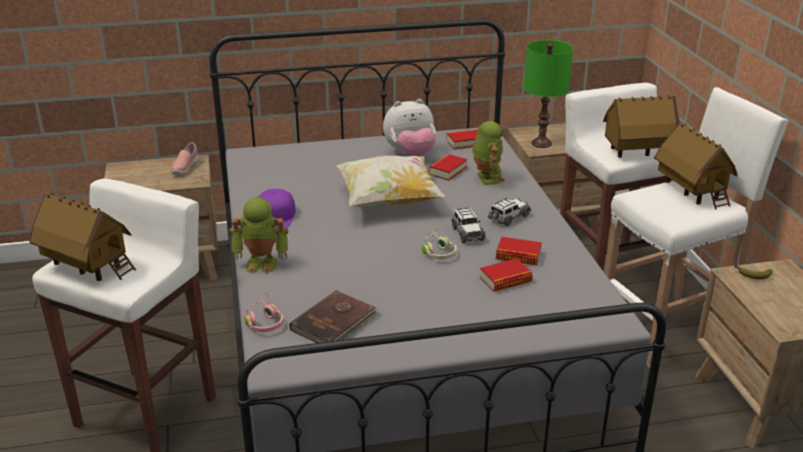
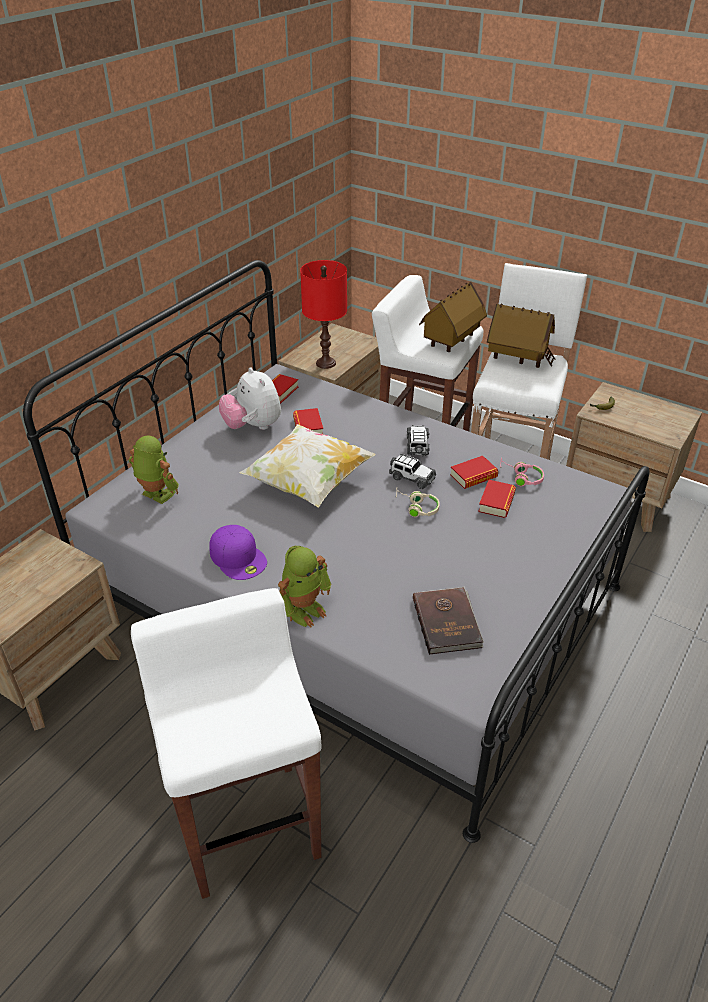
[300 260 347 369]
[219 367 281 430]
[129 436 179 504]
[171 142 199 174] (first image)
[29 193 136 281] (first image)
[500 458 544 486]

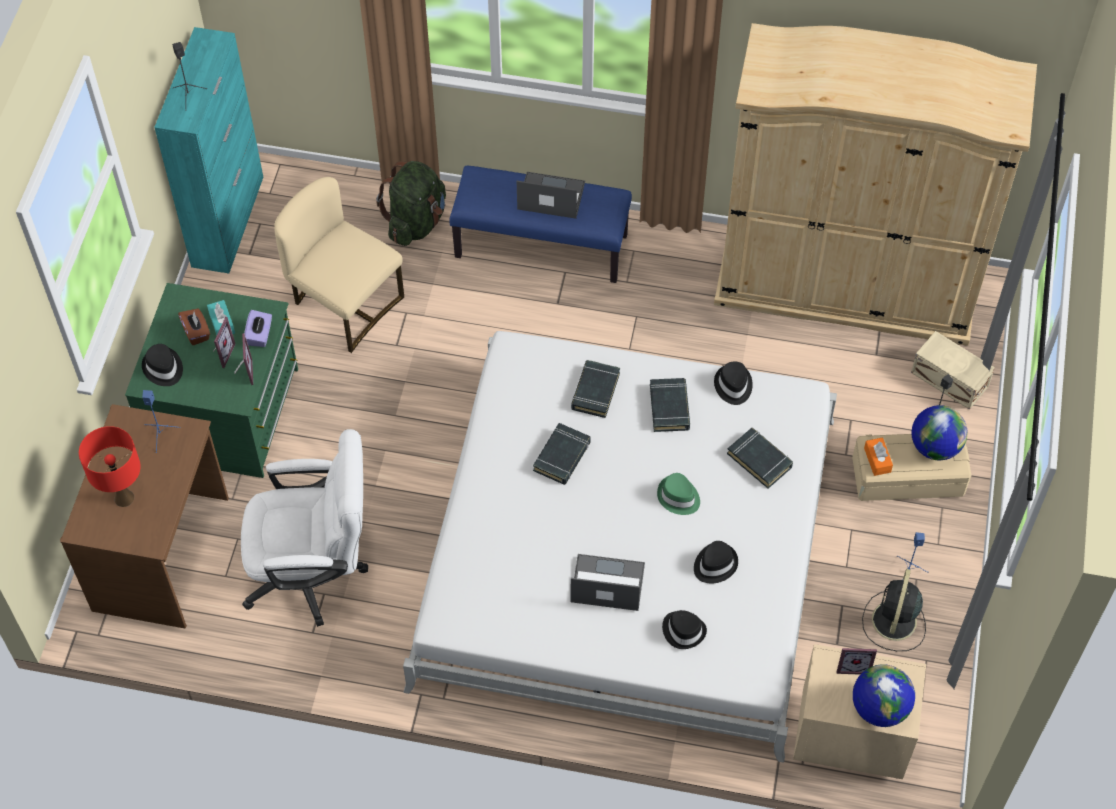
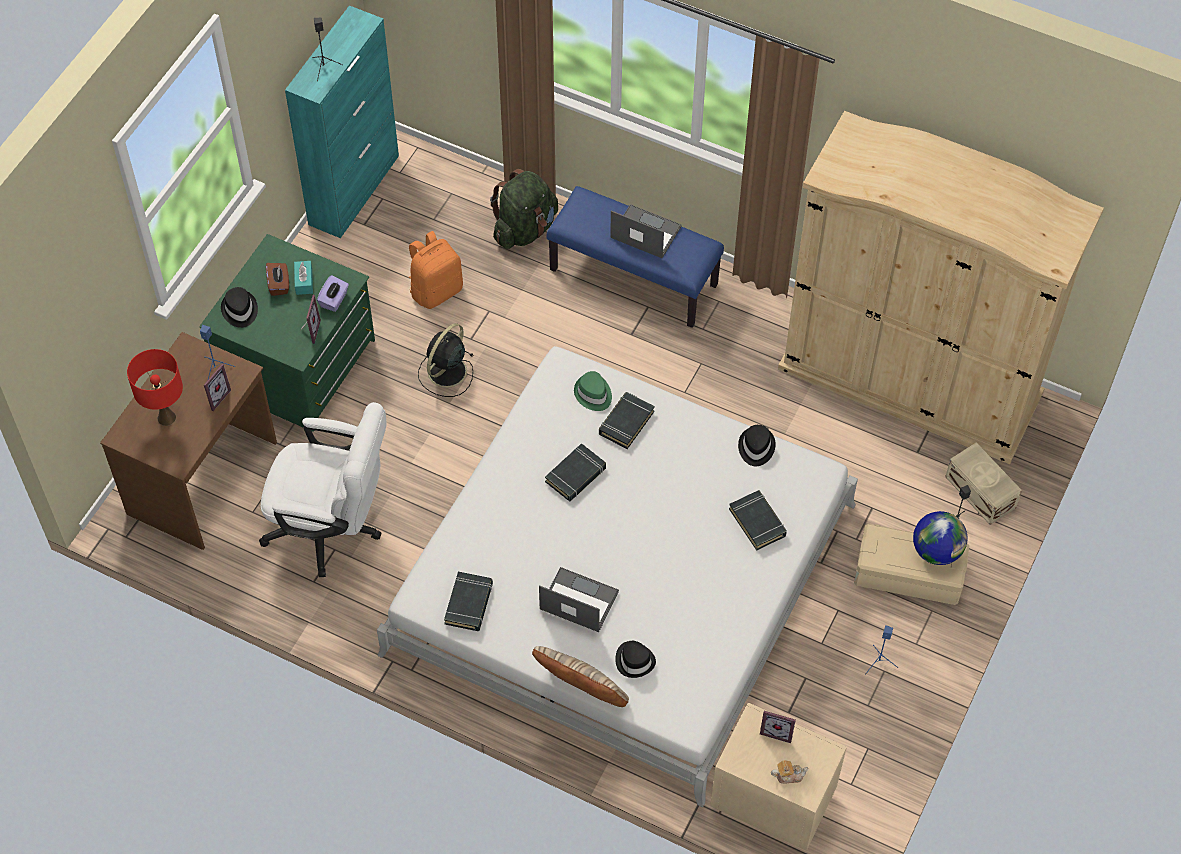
[409 231 463 309]
[204 364 231 411]
[444 572 493 631]
[864 437 893 476] (first image)
[574 371 612 411]
[694 541 738 583] (first image)
[418 323 473 397]
[771 760 809 784]
[532 646 629 707]

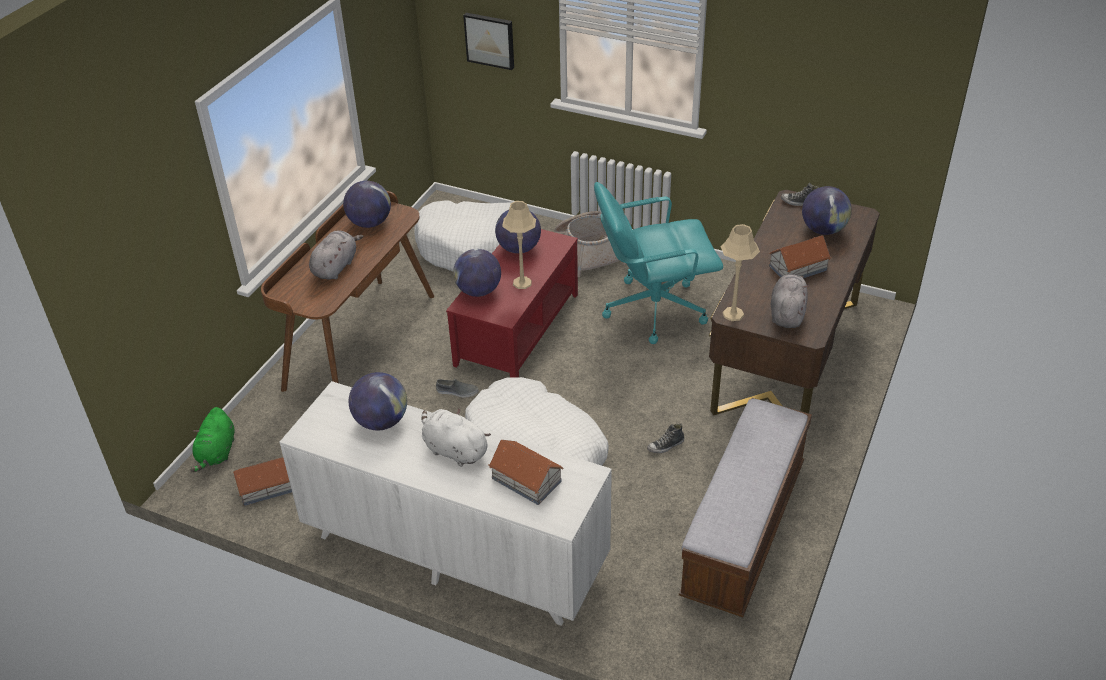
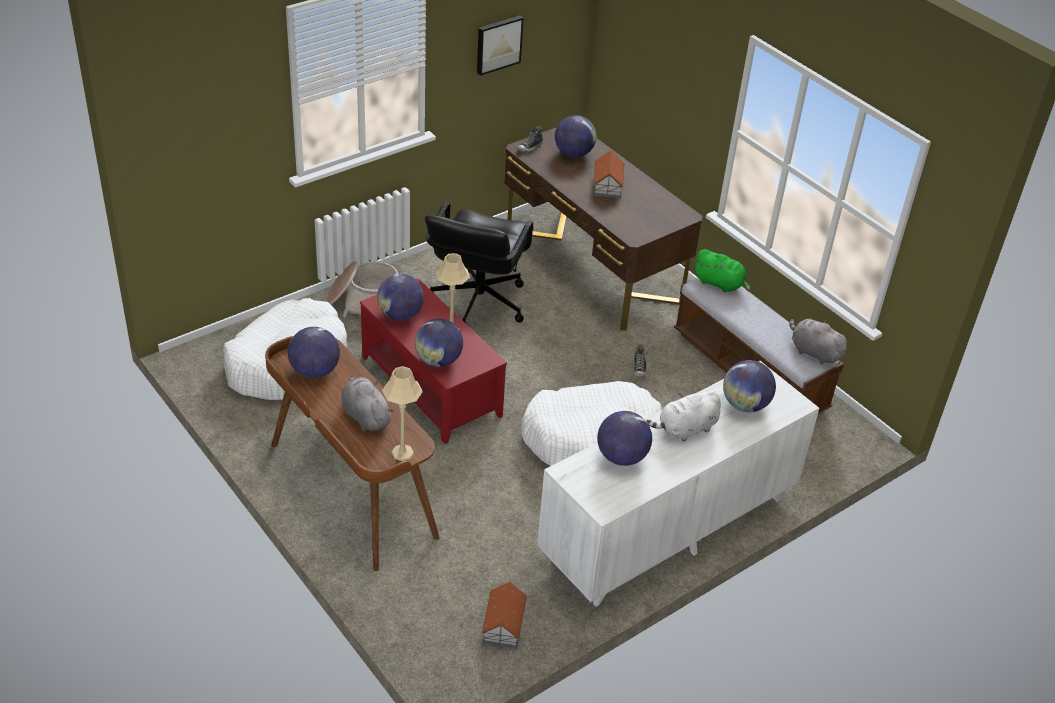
[477 15 523 76]
[425 202 534 323]
[382 366 423 461]
[789 319 850 365]
[436 379 479 398] (first image)
[694 249 751 293]
[723 360 776 412]

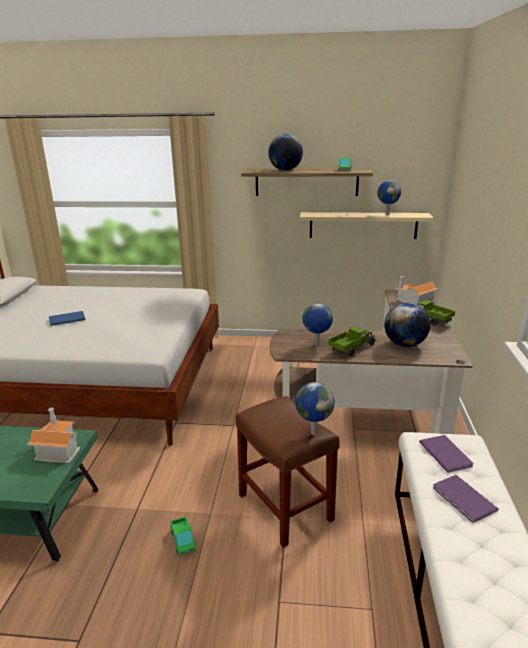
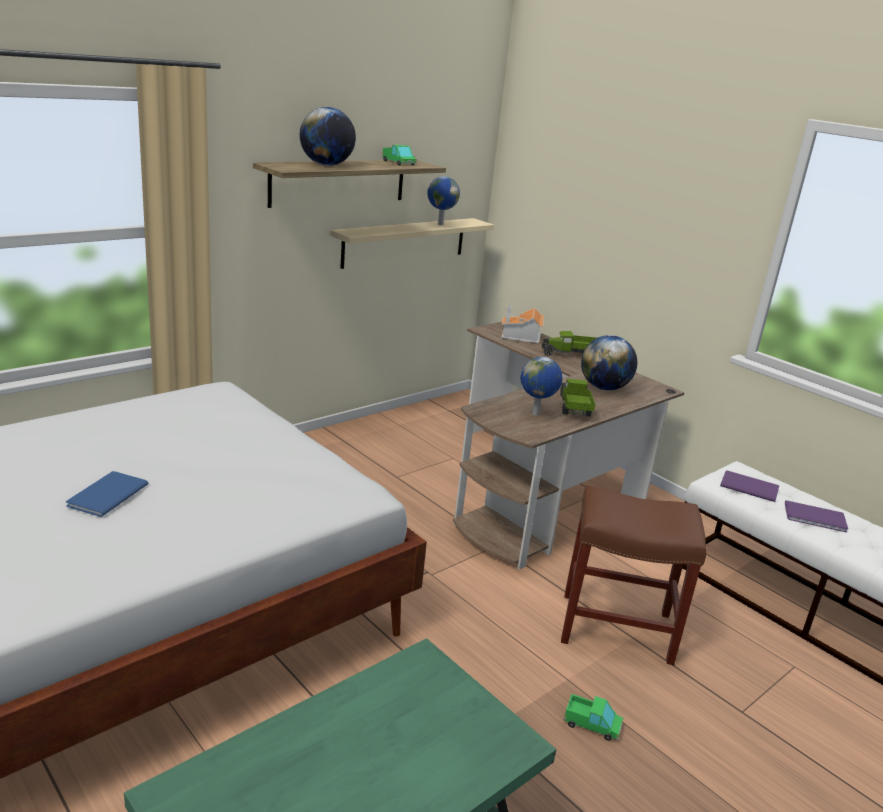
[295 382 335 435] (first image)
[27 408 80 463] (first image)

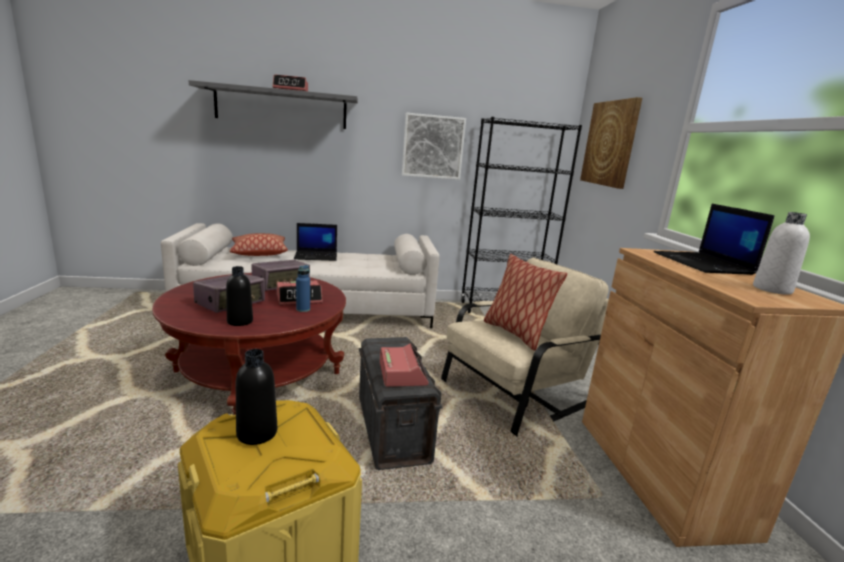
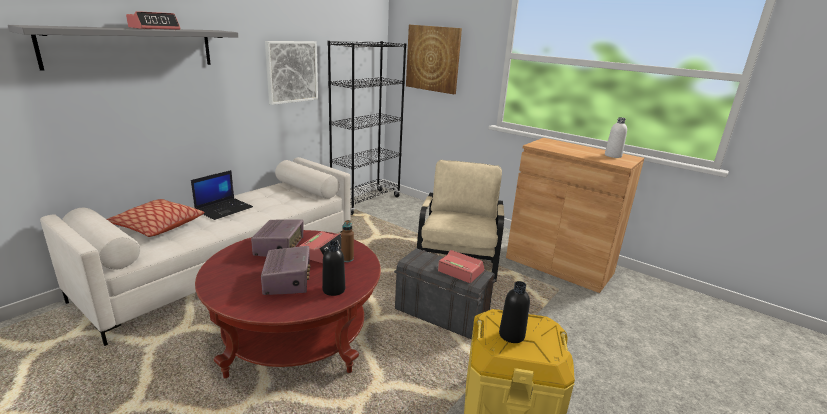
[654 204 774 275] (first image)
[484 254 567 351] (first image)
[341 220 354 262]

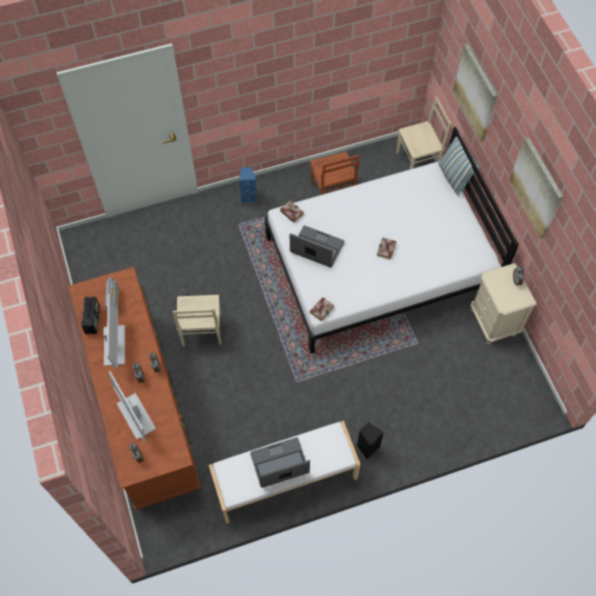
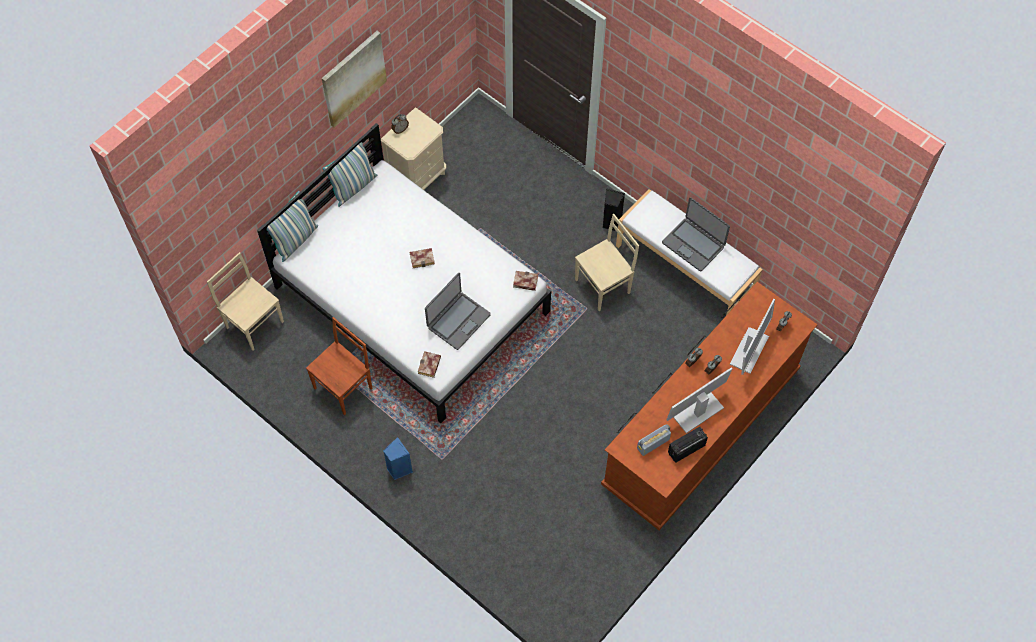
[453 43 497 141] (first image)
[425 273 491 350]
[575 214 639 311]
[322 142 377 207]

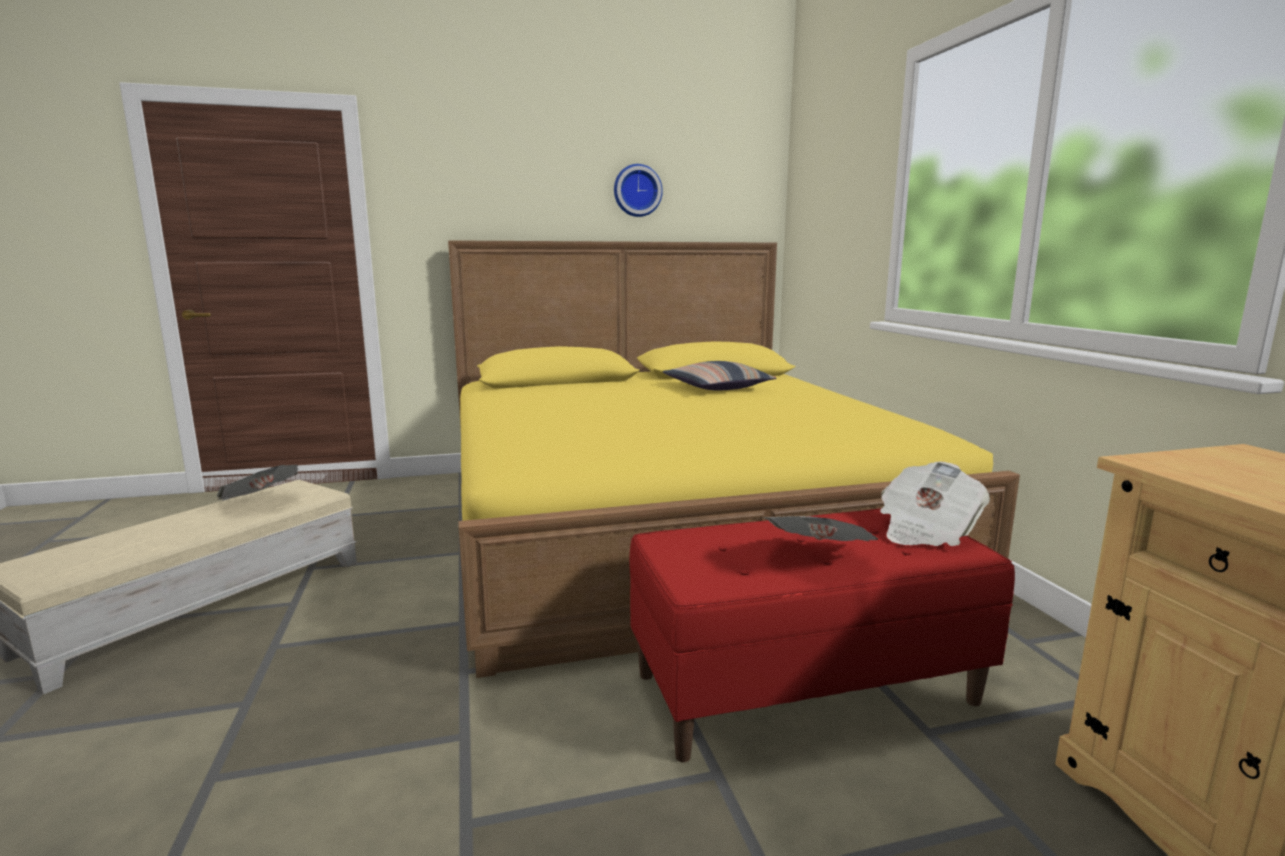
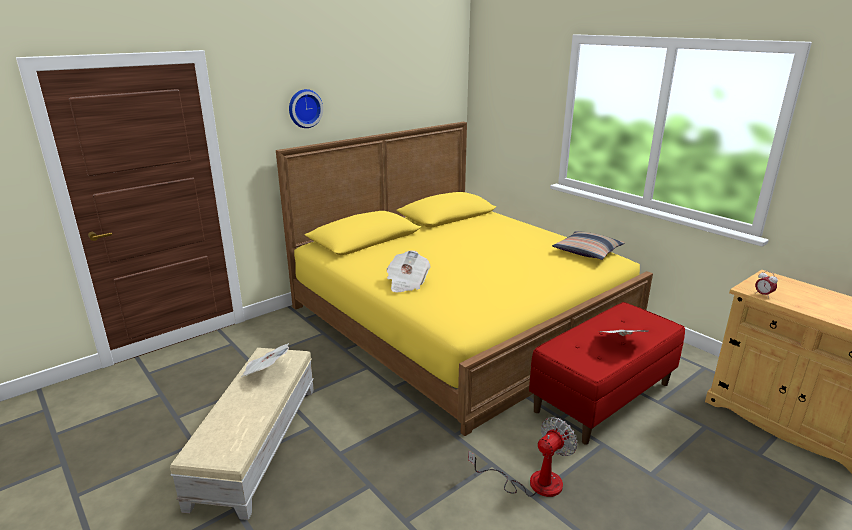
[289 89 323 128]
[552 231 625 260]
[386 250 430 292]
[755 271 778 295]
[468 417 577 497]

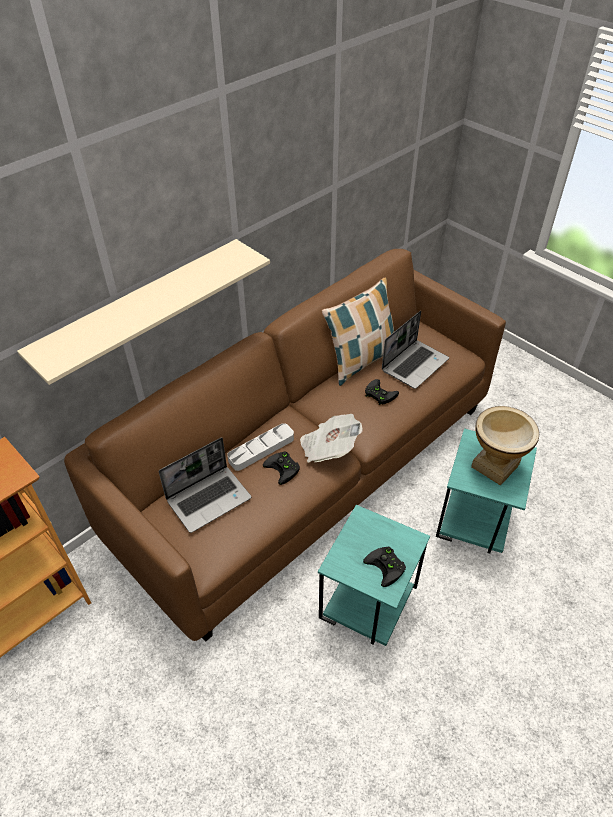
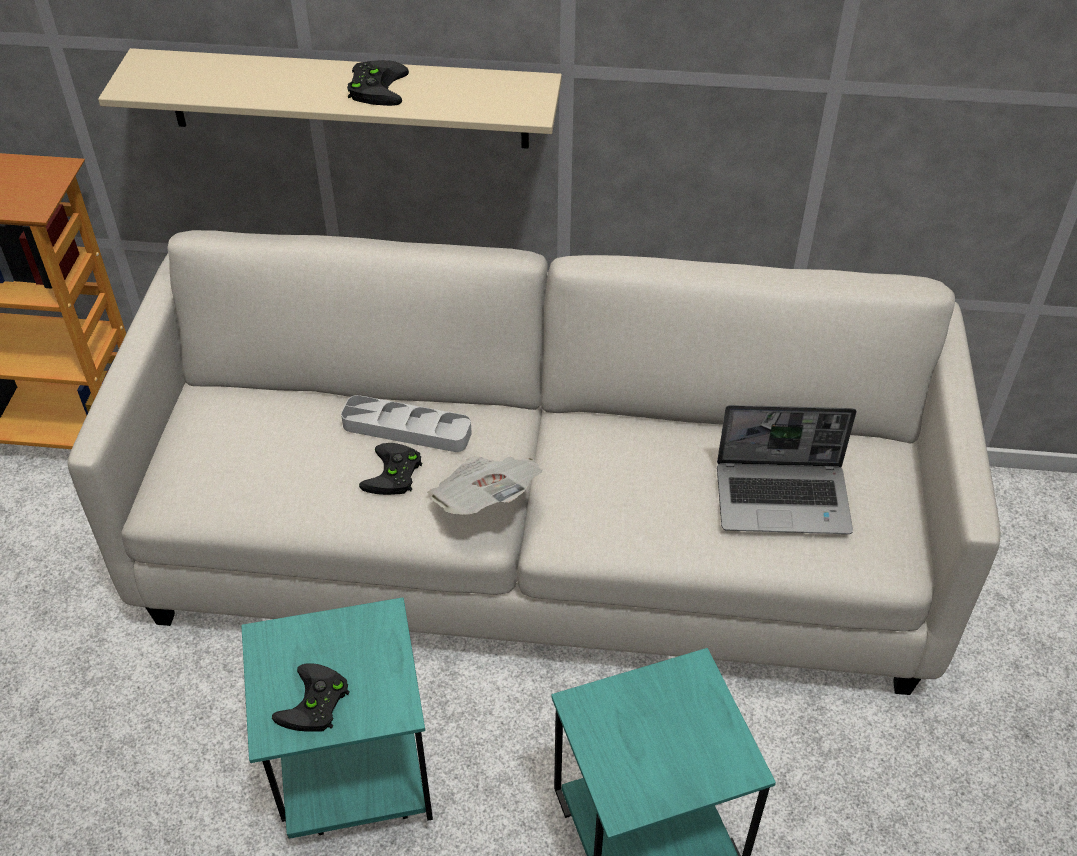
[68 230 1000 695]
[322 278 394 386] (first image)
[347 60 409 106]
[471 406 539 486] (first image)
[159 437 251 533] (first image)

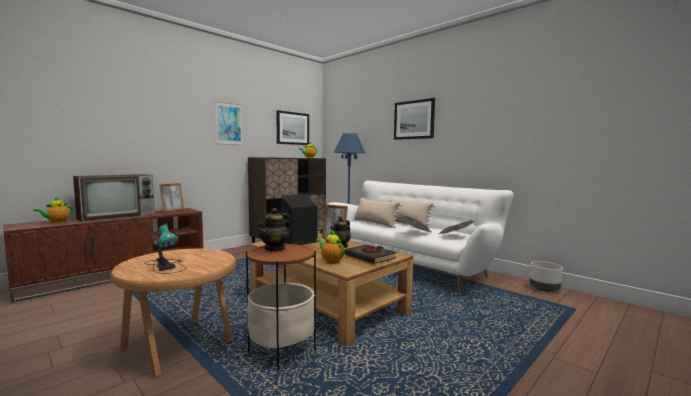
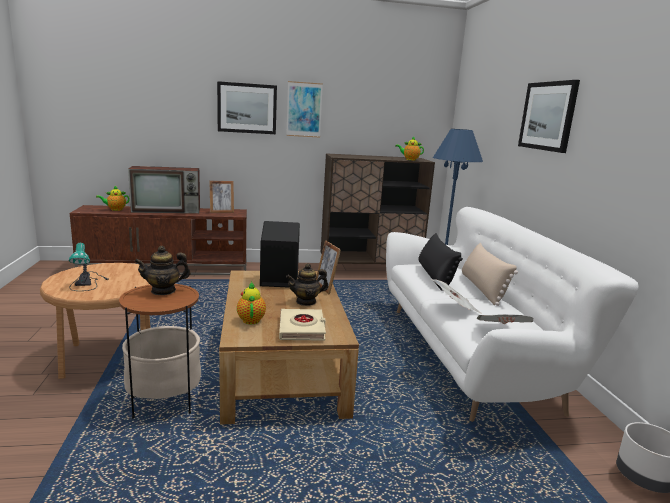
[217 81 277 134]
[418 233 463 291]
[279 309 326 341]

